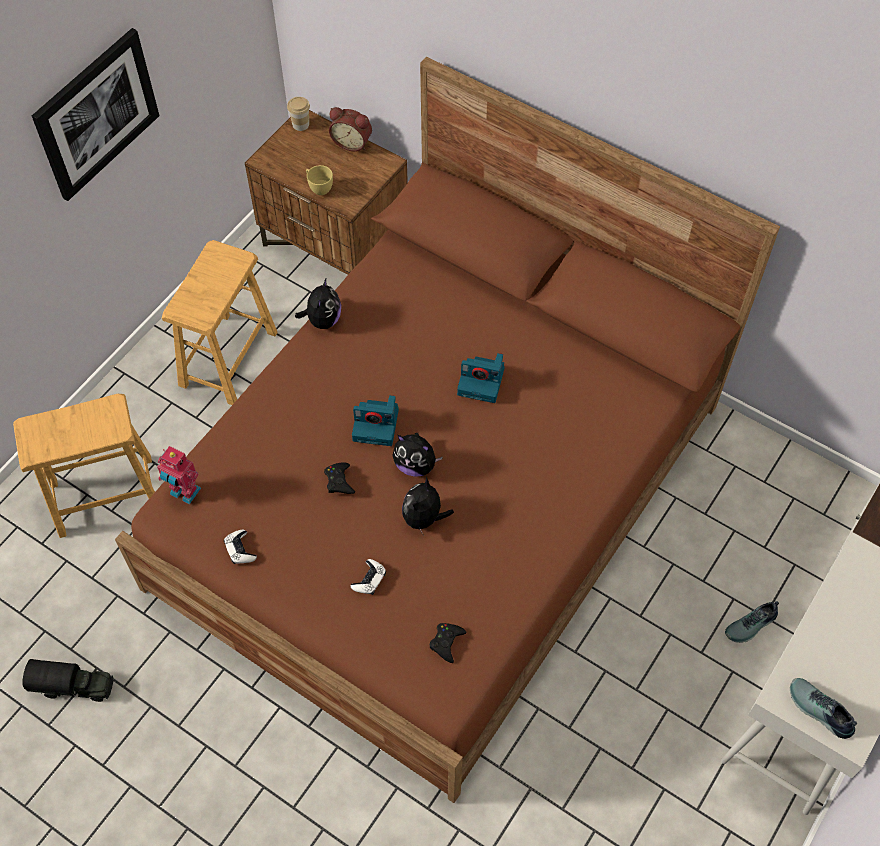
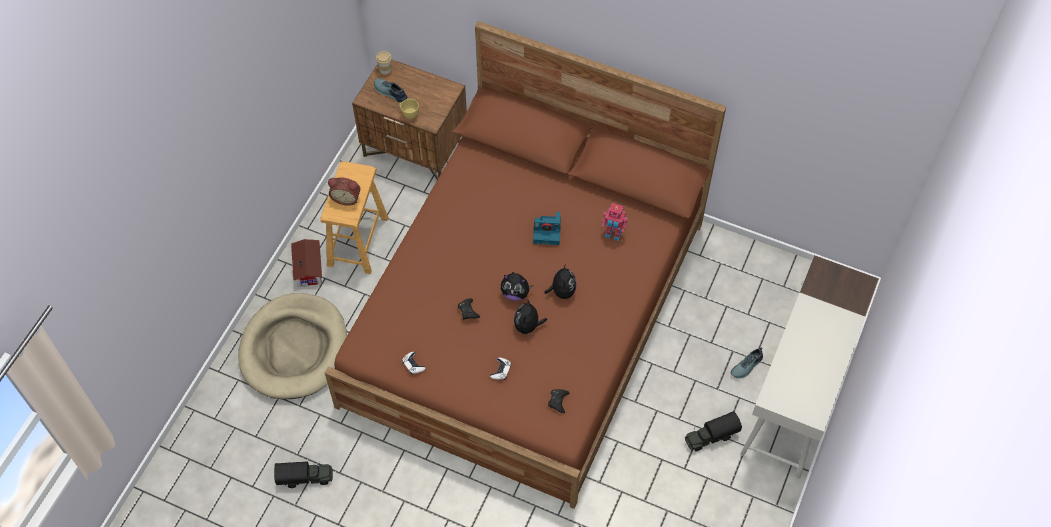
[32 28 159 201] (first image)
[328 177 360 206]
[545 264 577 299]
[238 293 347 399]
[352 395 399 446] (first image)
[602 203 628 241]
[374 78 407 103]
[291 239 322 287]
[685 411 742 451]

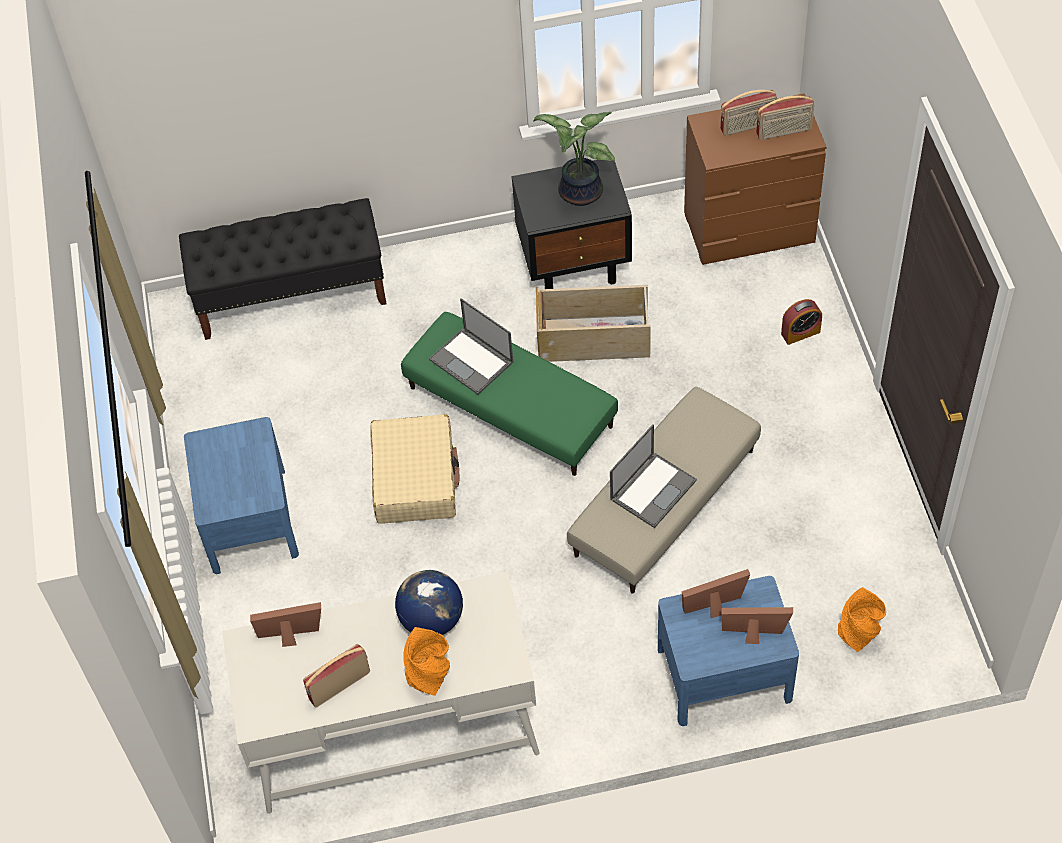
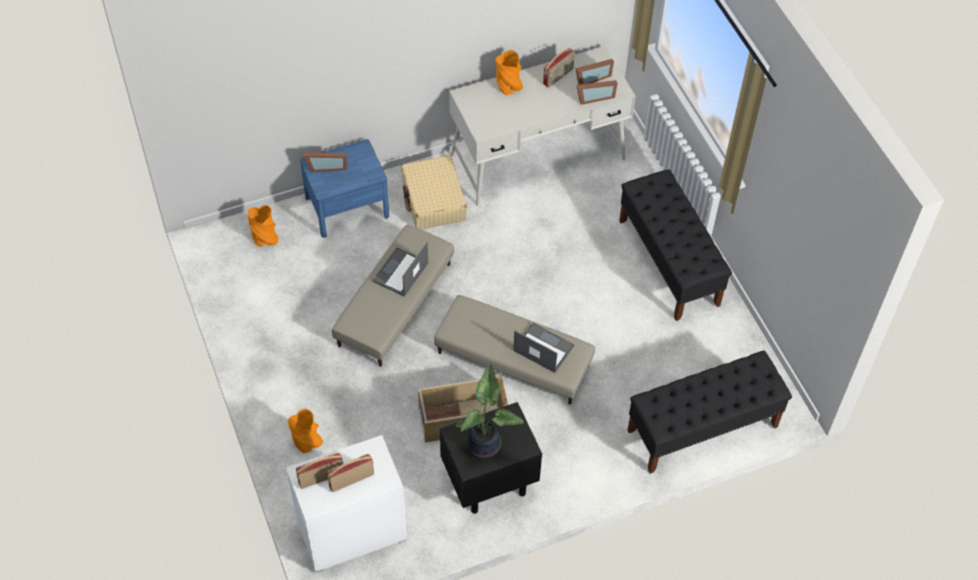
[286 435 407 572]
[288 409 323 454]
[434 295 595 404]
[401 155 467 230]
[619 169 732 321]
[576 59 614 85]
[395 570 463 635] (first image)

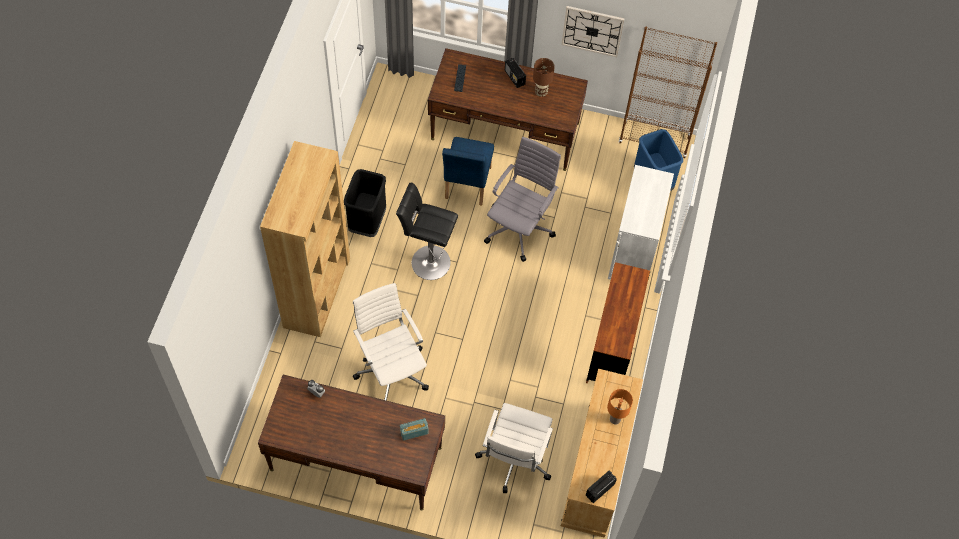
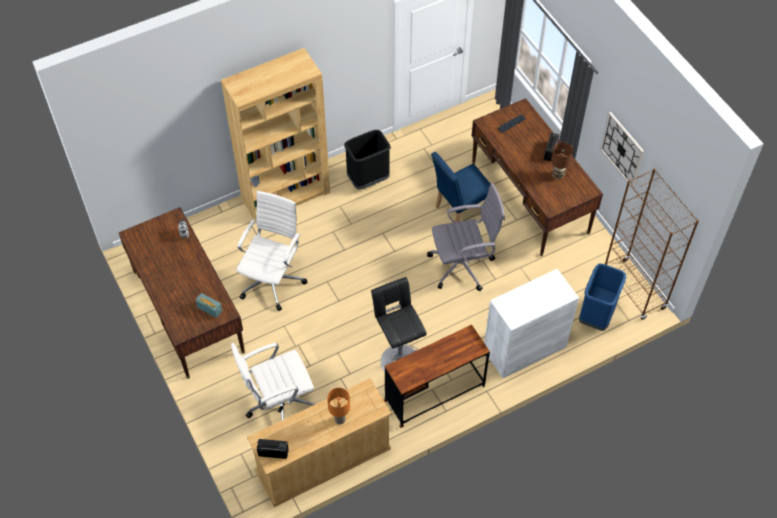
[371 277 427 372]

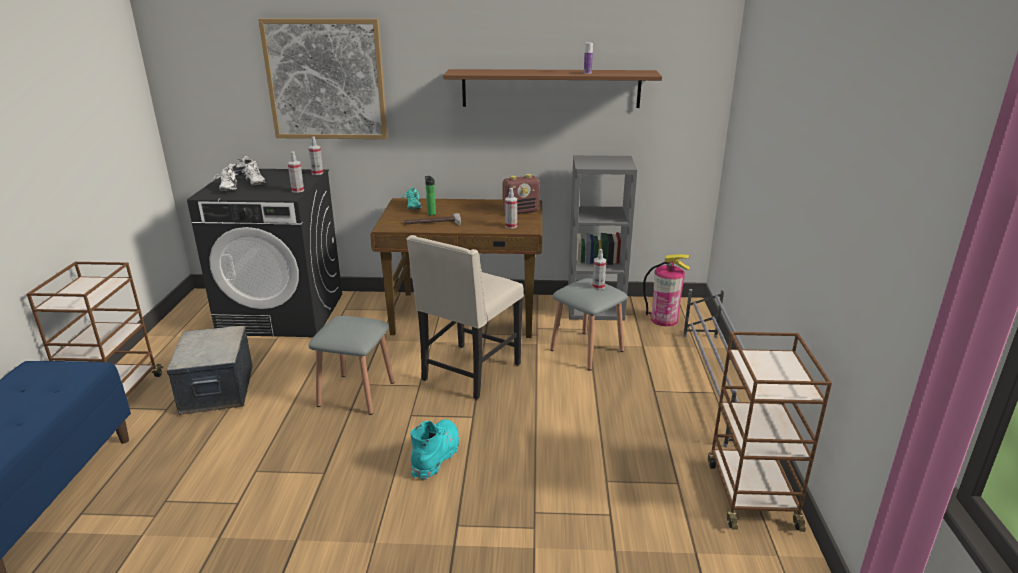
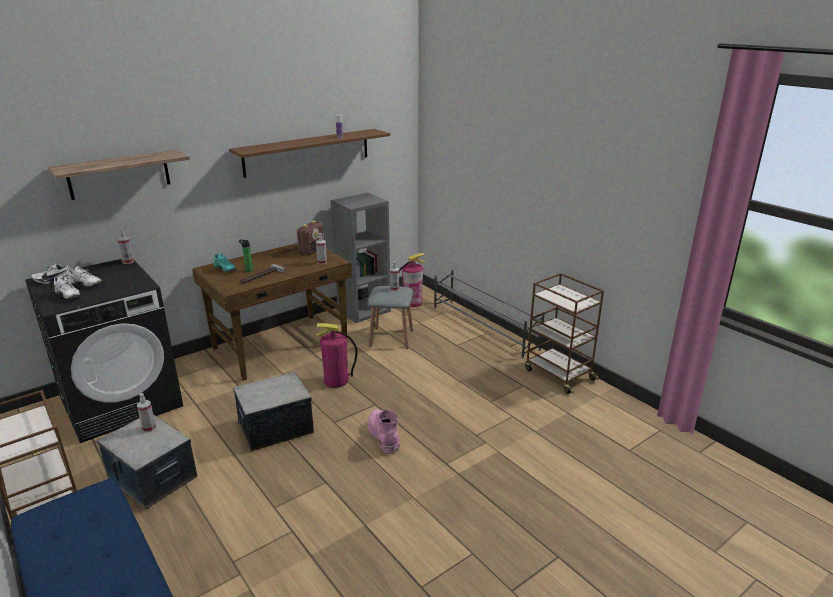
[48 150 190 200]
[137 393 156 432]
[316 323 357 388]
[233 372 314 451]
[368 409 400 454]

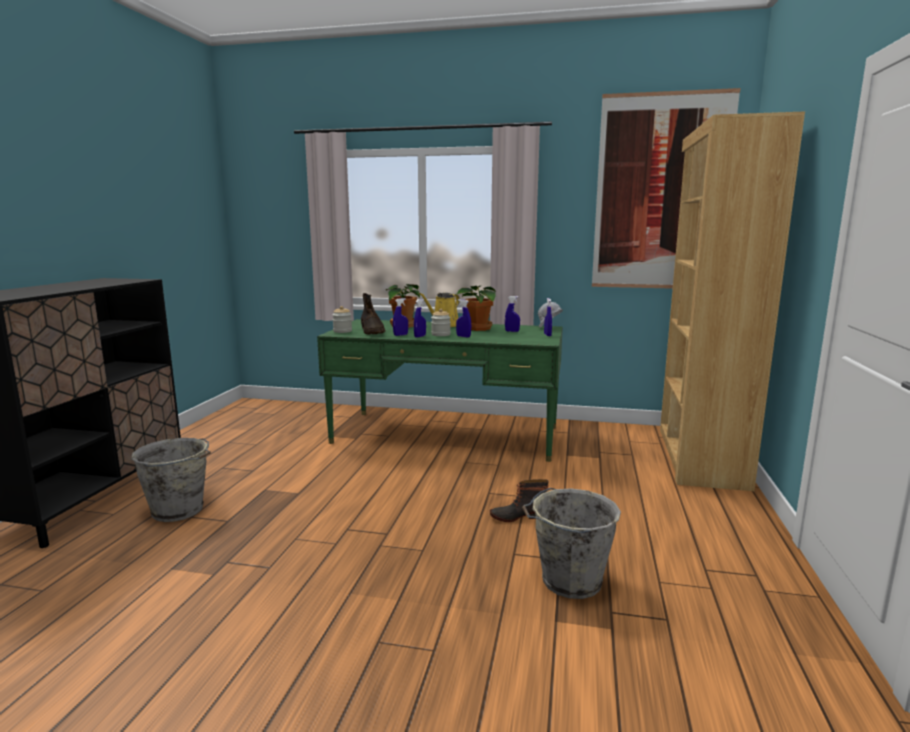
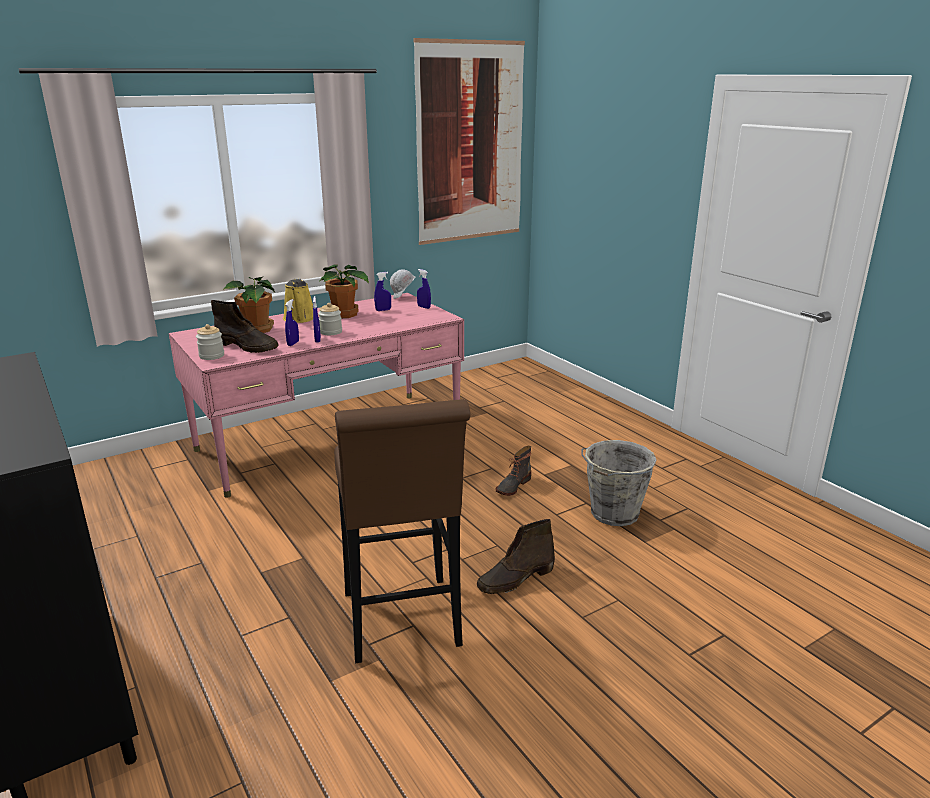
[660 111 805 491] (first image)
[456 299 471 337] (first image)
[169 293 464 498]
[131 438 211 522] (first image)
[334 400 471 663]
[477 519 555 594]

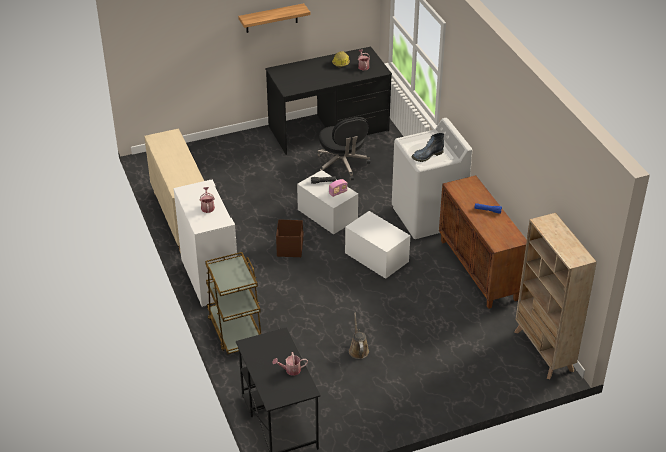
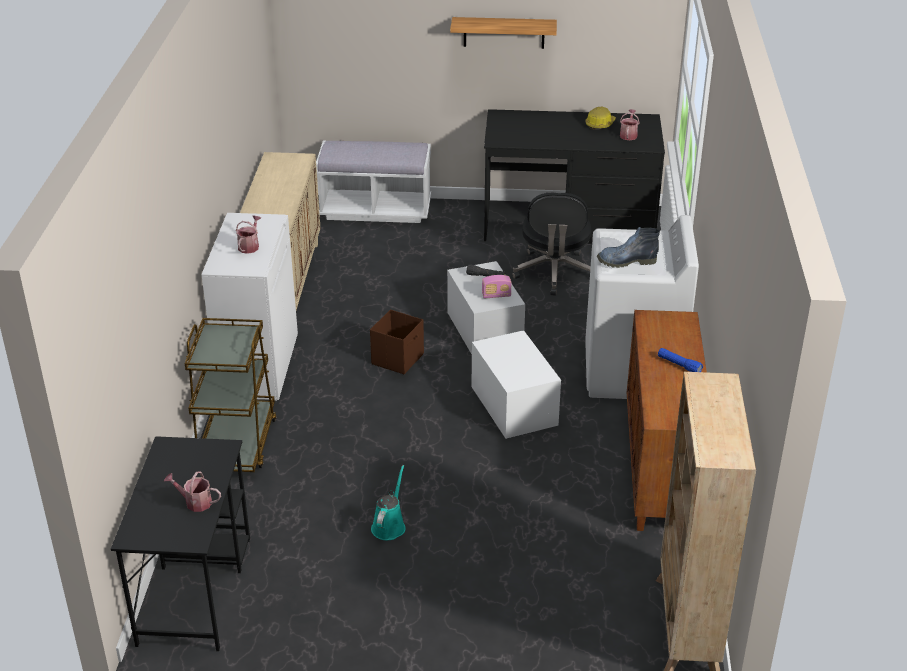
[371 465 406 540]
[316 141 431 223]

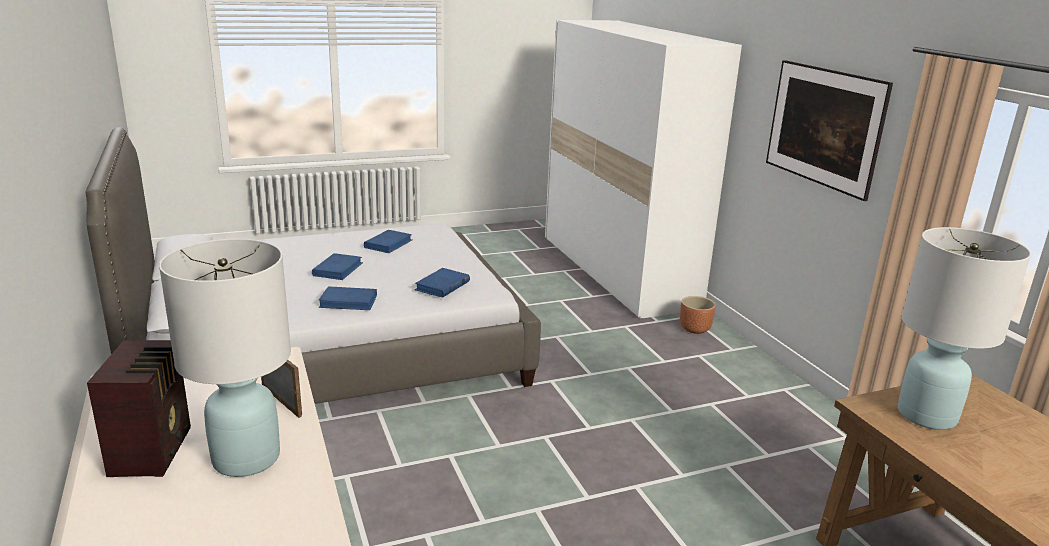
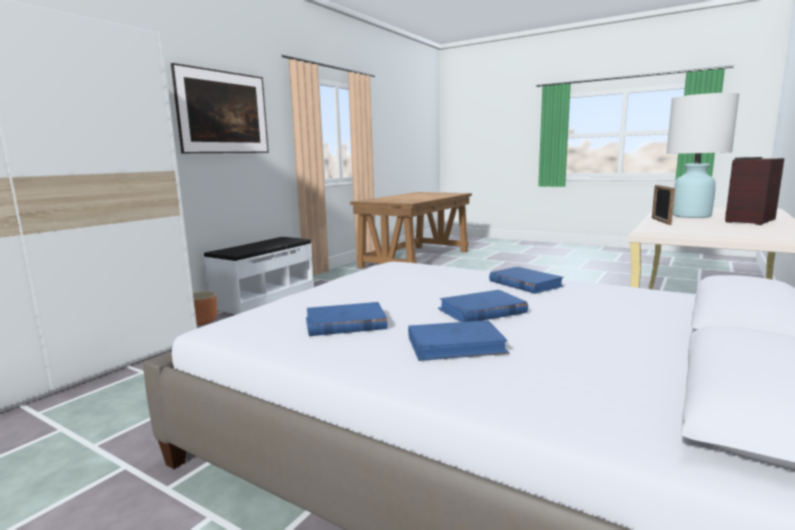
[898 227 1031 430] (first image)
[408 320 509 361]
[204 237 314 315]

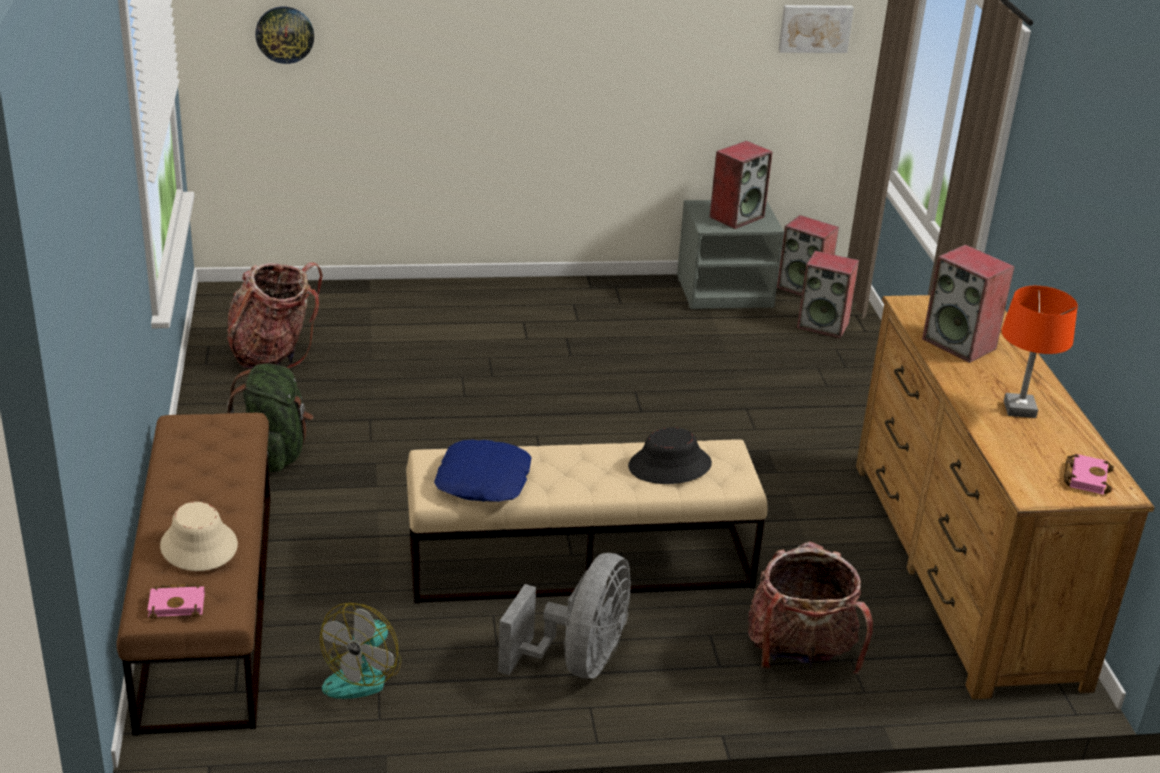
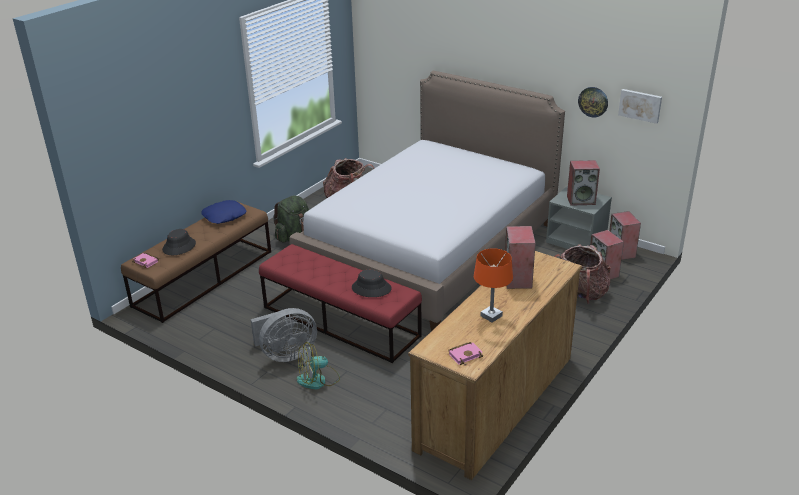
[578 87 608 117]
[259 244 422 363]
[201 200 246 224]
[162 229 196 255]
[554 244 611 304]
[297 342 340 389]
[289 71 565 331]

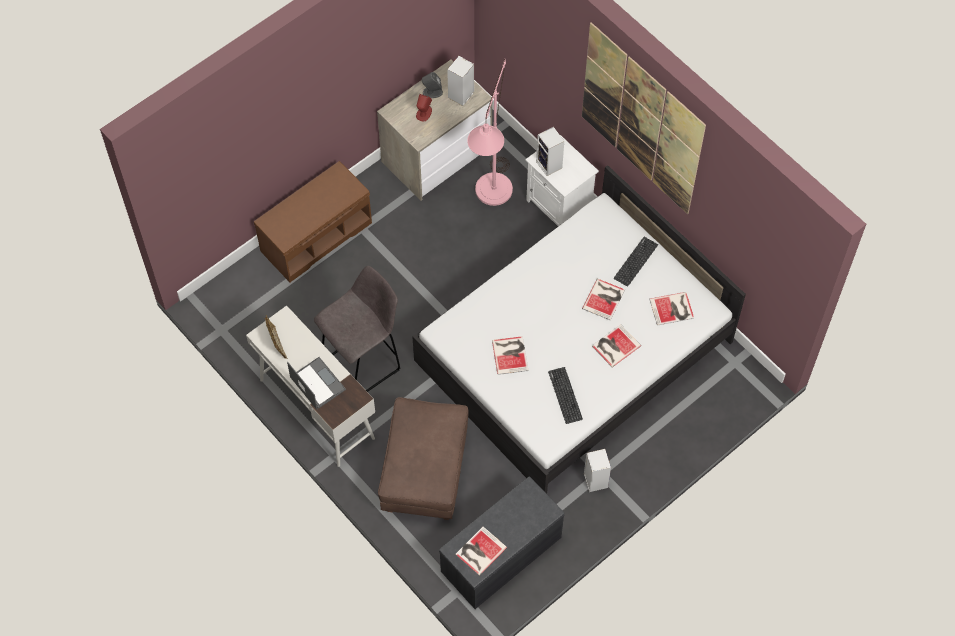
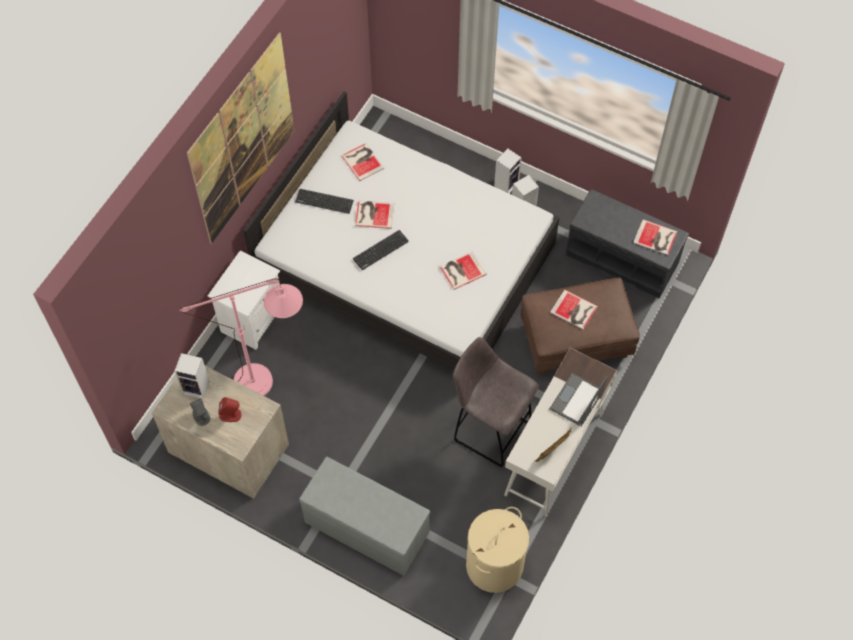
[494 149 522 193]
[299 457 430 576]
[550 290 598 330]
[353 230 409 270]
[466 507 529 593]

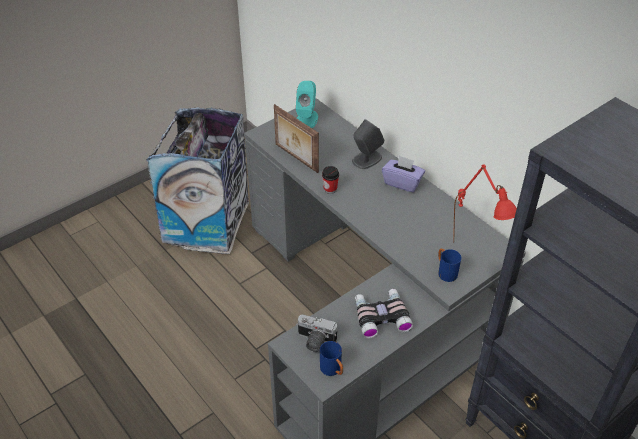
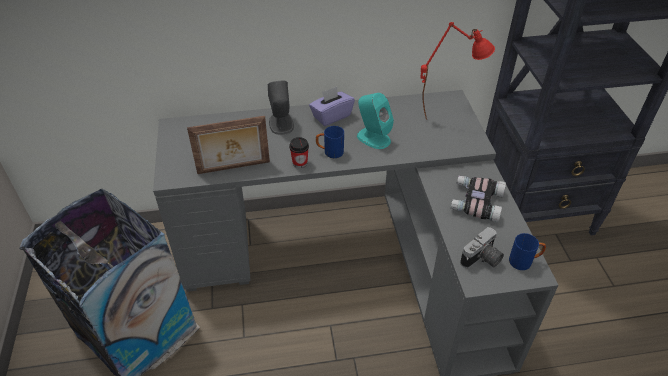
[357 93 394 149]
[316 126 344 158]

